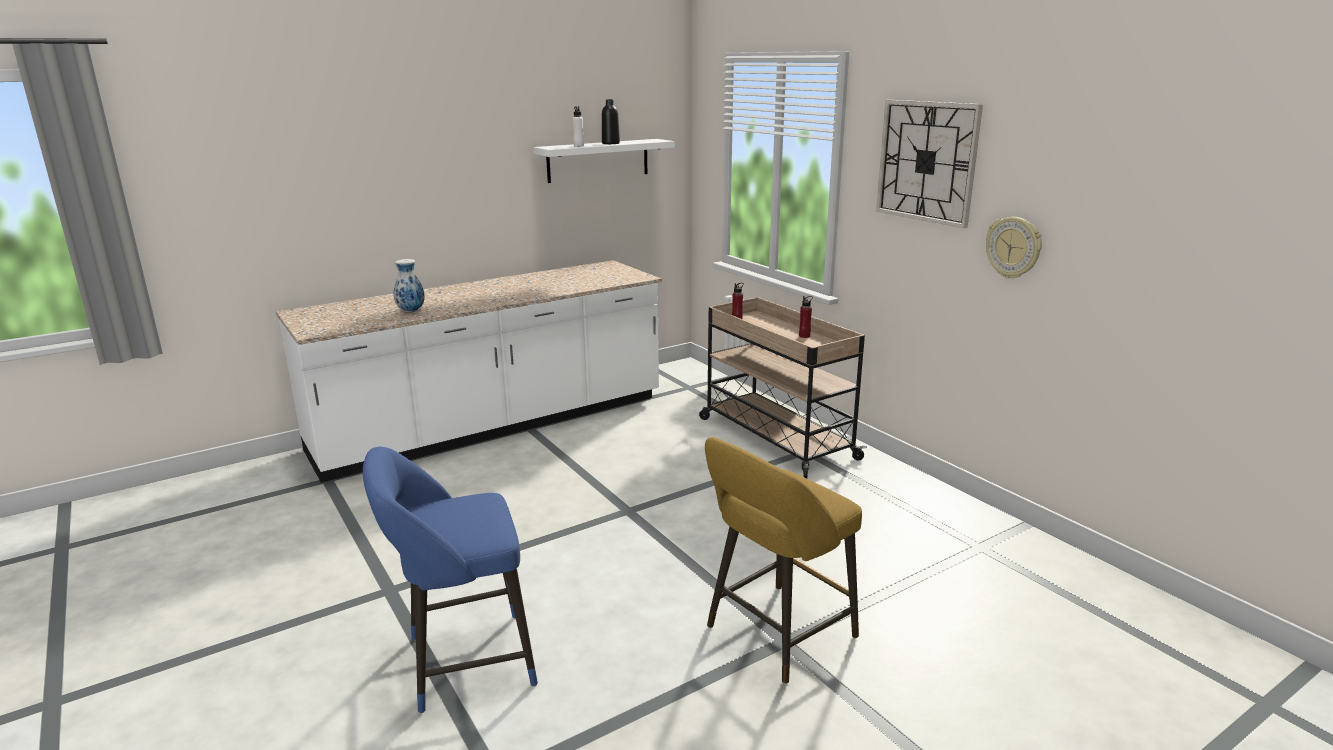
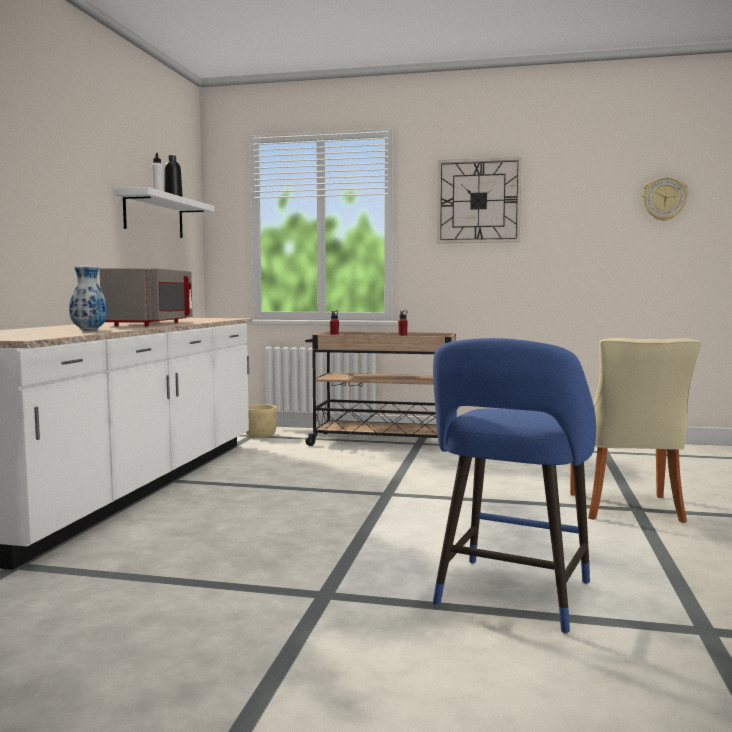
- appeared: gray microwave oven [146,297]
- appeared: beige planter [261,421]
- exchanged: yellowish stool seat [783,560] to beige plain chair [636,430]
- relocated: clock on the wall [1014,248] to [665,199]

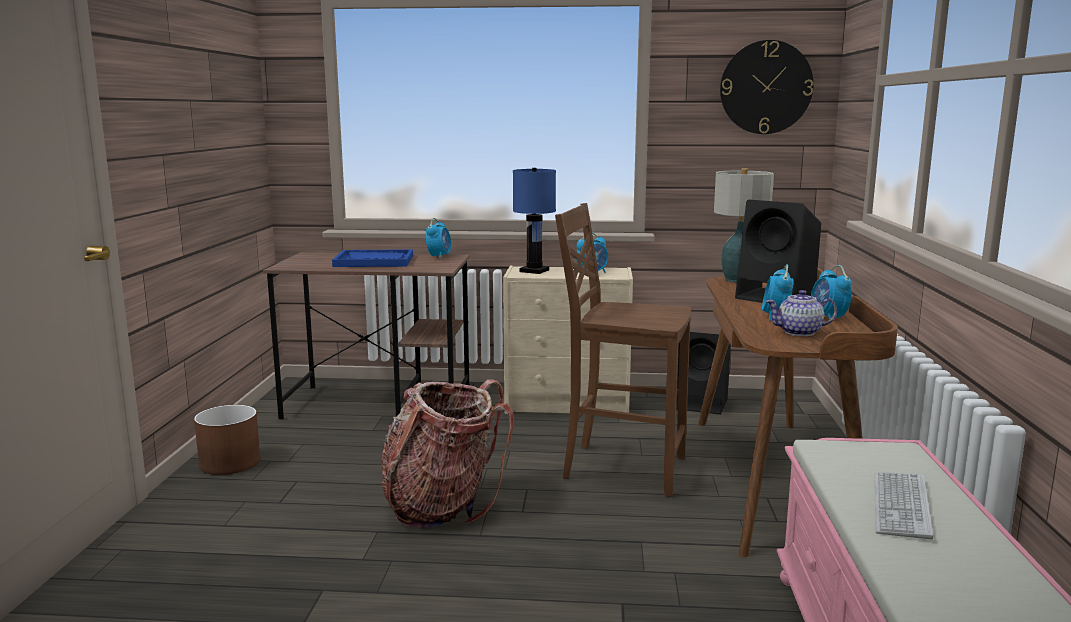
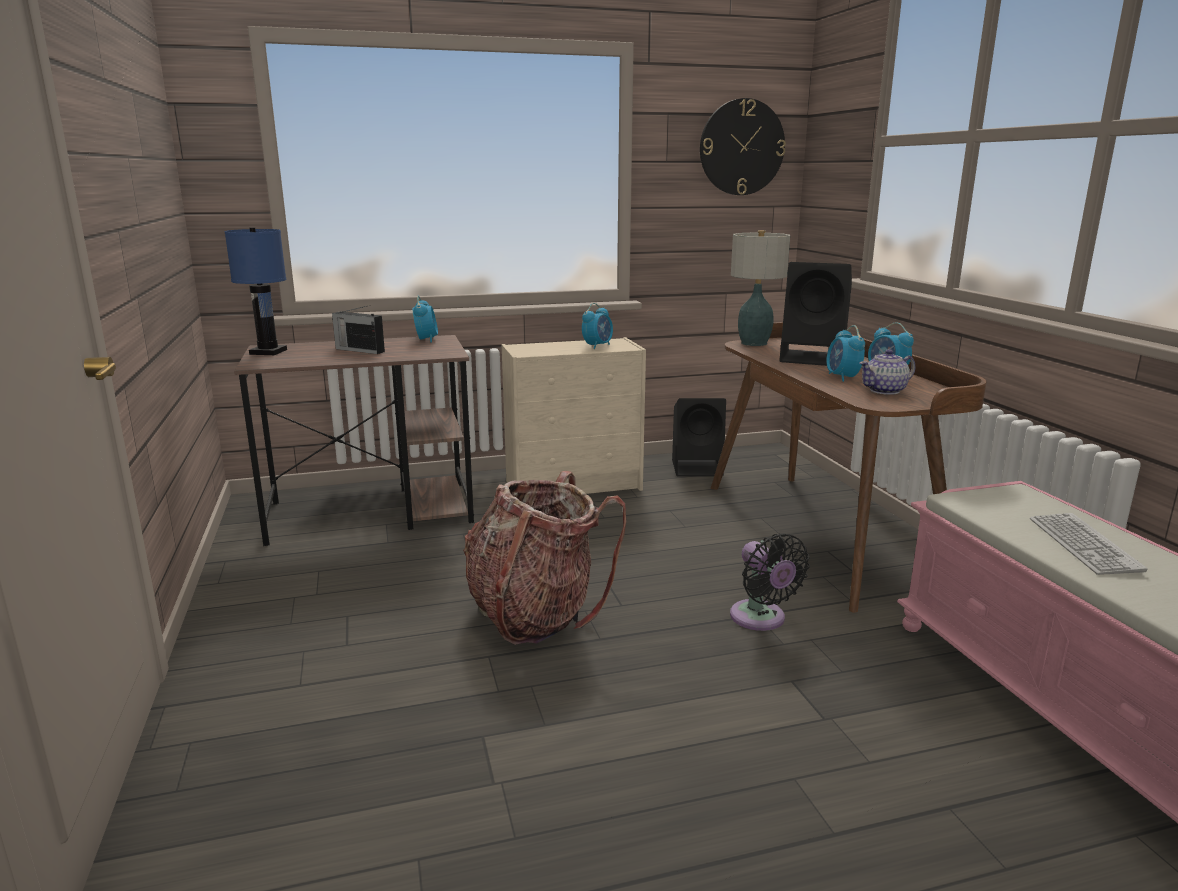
- relocated: blue tabletop lamp [534,221] to [255,291]
- exchanged: blue carrying tray [372,258] to radio set [358,329]
- appeared: black fan [770,582]
- missing: brownish planter [227,440]
- missing: brownish plain chair [623,350]

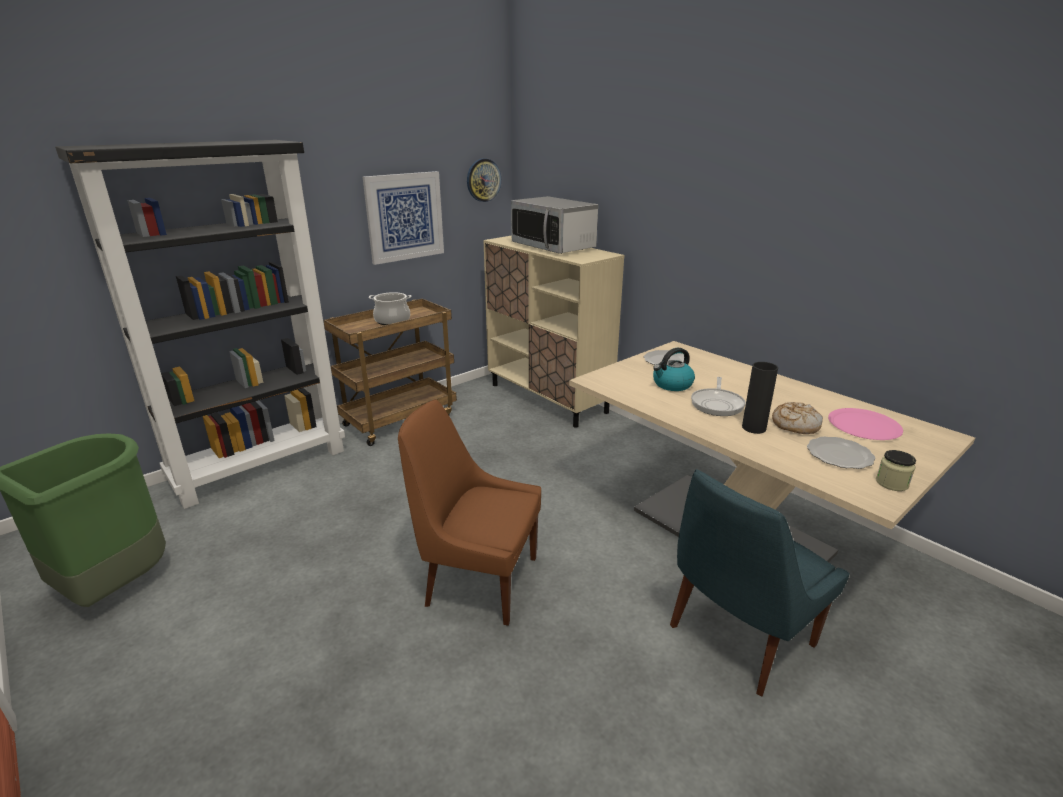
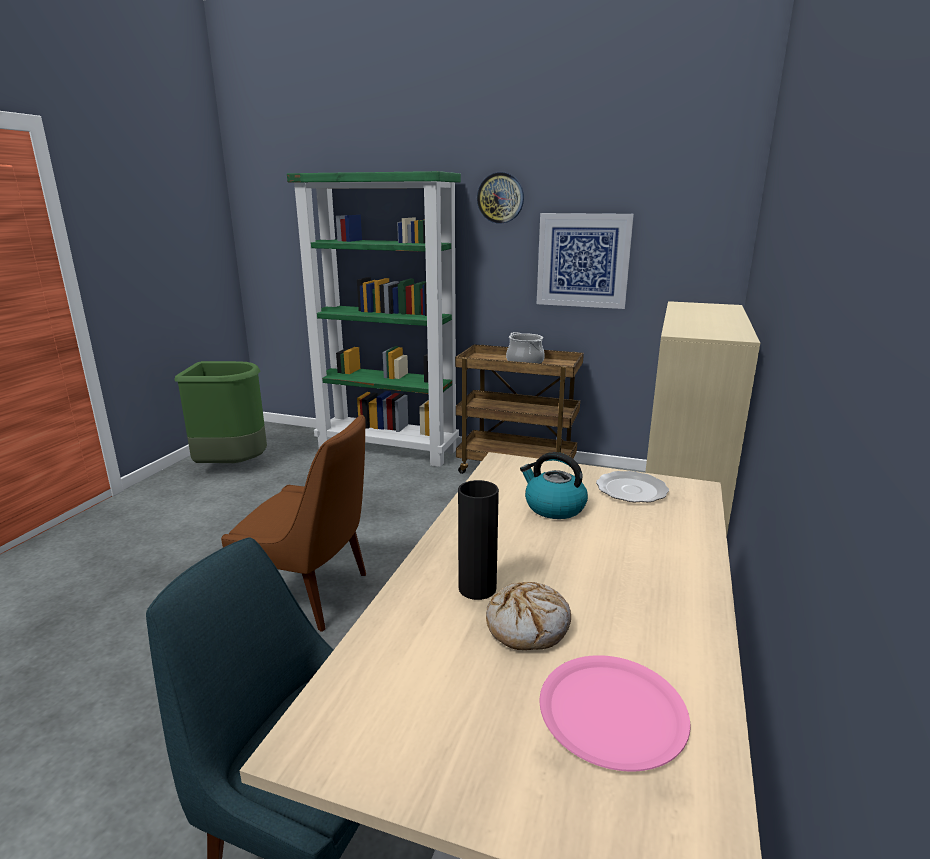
- spun: brownish plain chair [469,512] = [293,523] 120 degrees clockwise
- colour: black bookcase [200,324] to greenish bookcase [374,319]
- relocated: clock on the wall [484,180] to [500,197]
- missing: microwave oven [554,225]
- missing: skillet [718,396]
- missing: plate [841,452]
- missing: jar [896,470]

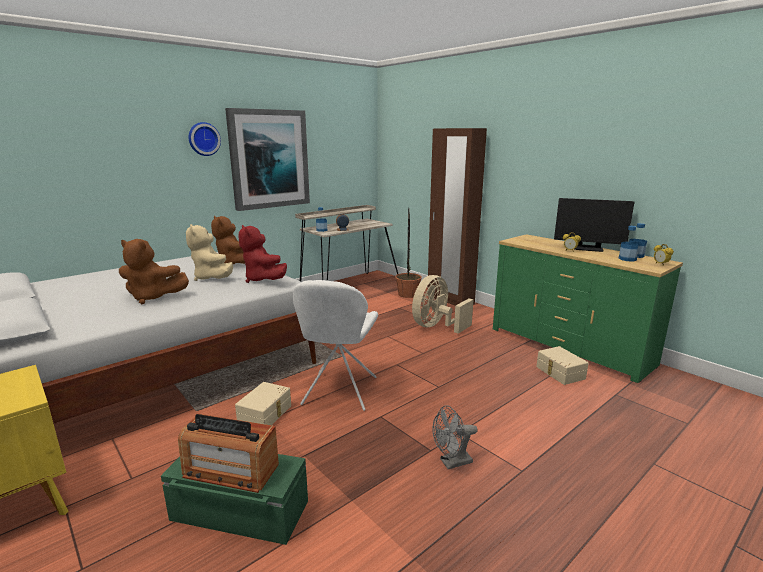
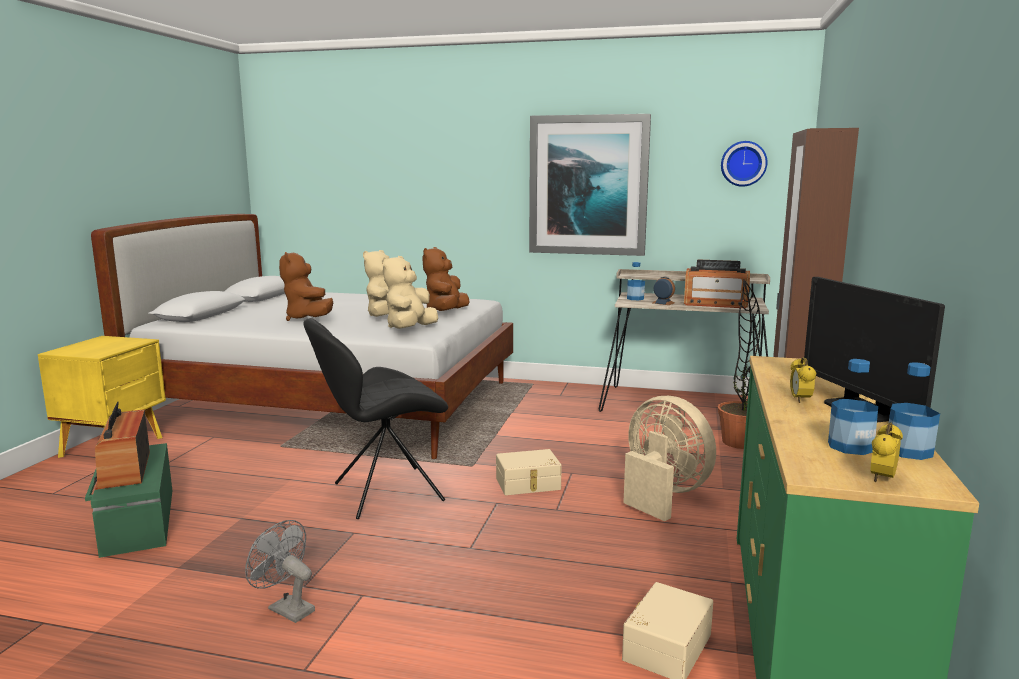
- colour: whitish plain chair [335,345] to black plain chair [376,418]
- colour: red plush toy [262,254] to beige plush toy [410,292]
- relocated: beige storage box [263,403] to [529,472]
- spun: beige fan [442,304] = [669,458] 45 degrees clockwise
- appeared: radio set [717,283]
- relocated: clock on the wall [204,139] to [744,164]

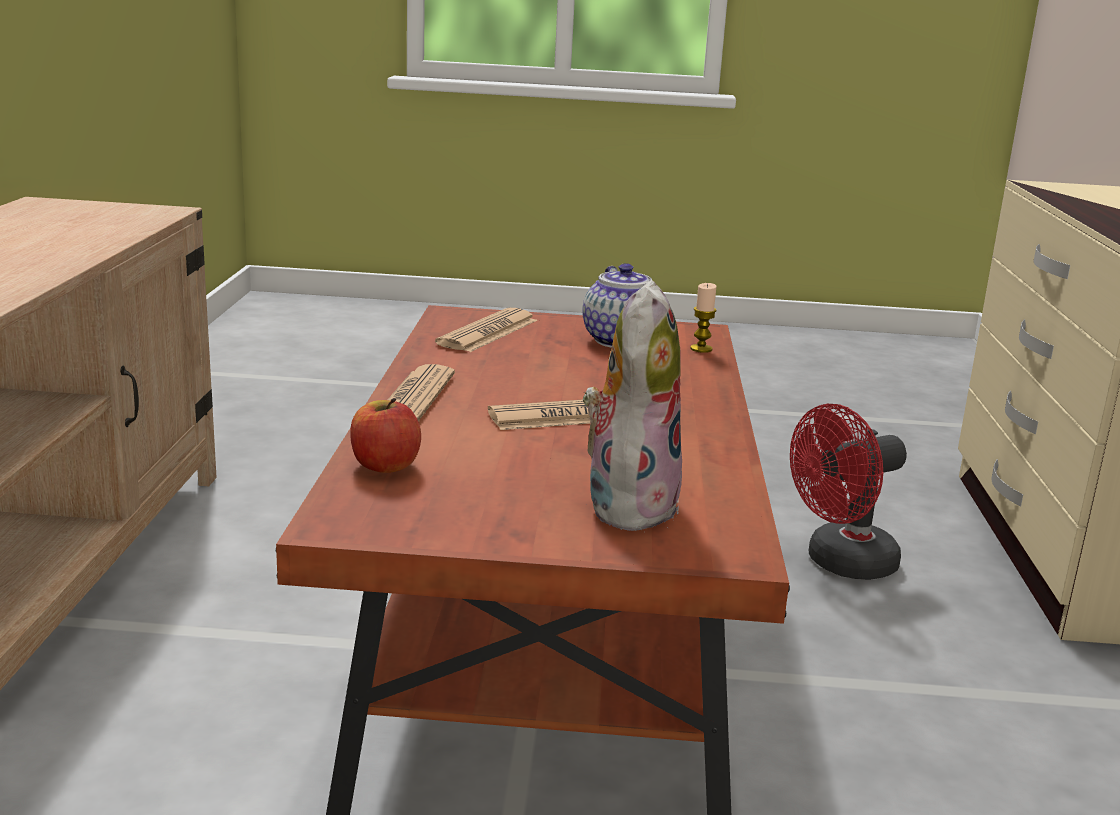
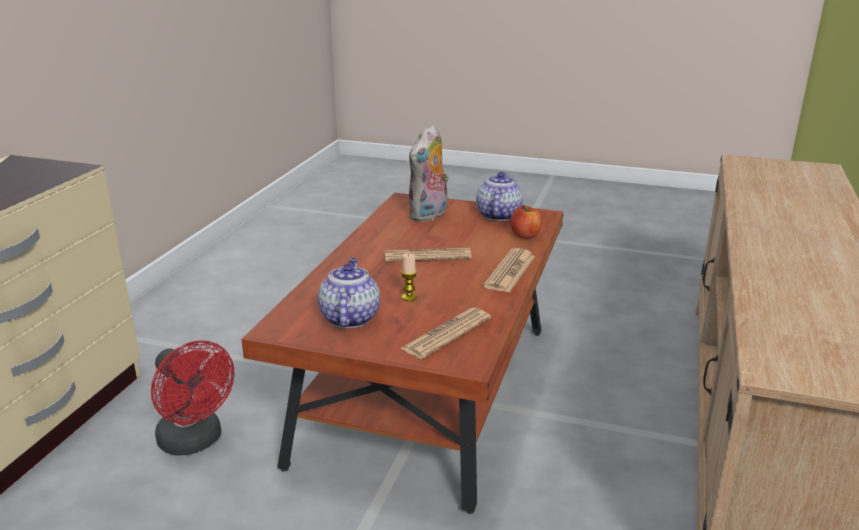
- spun: red fan [848,492] = [192,398] 60 degrees clockwise
- relocated: wax candle [703,318] to [409,277]
- appeared: tea pot [499,196]

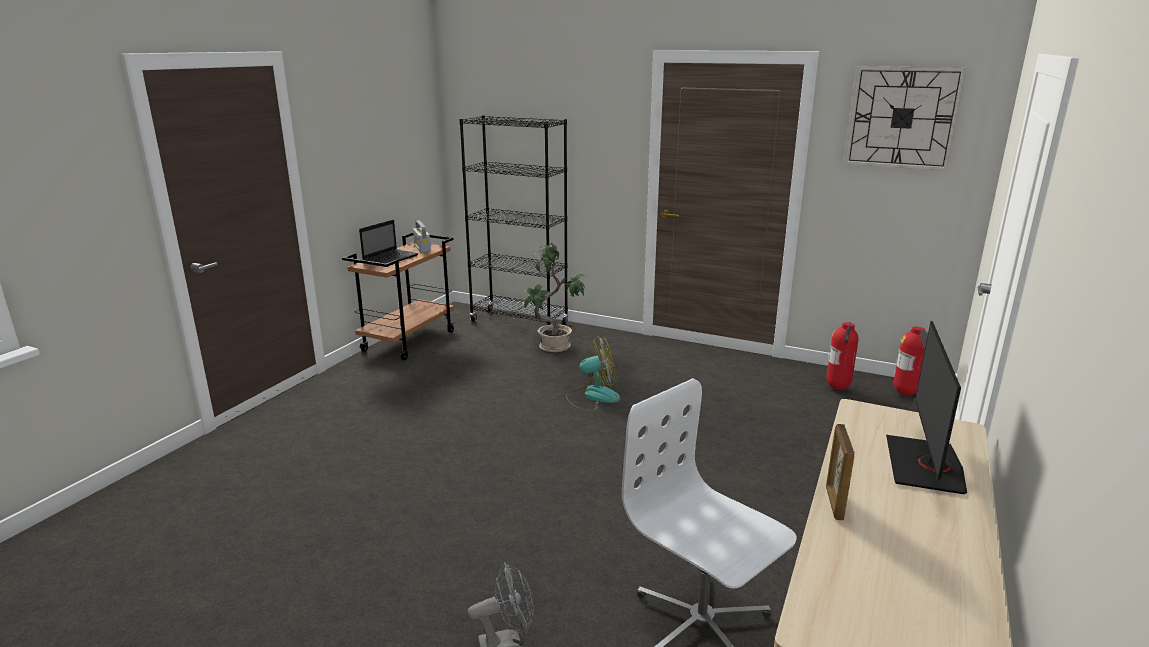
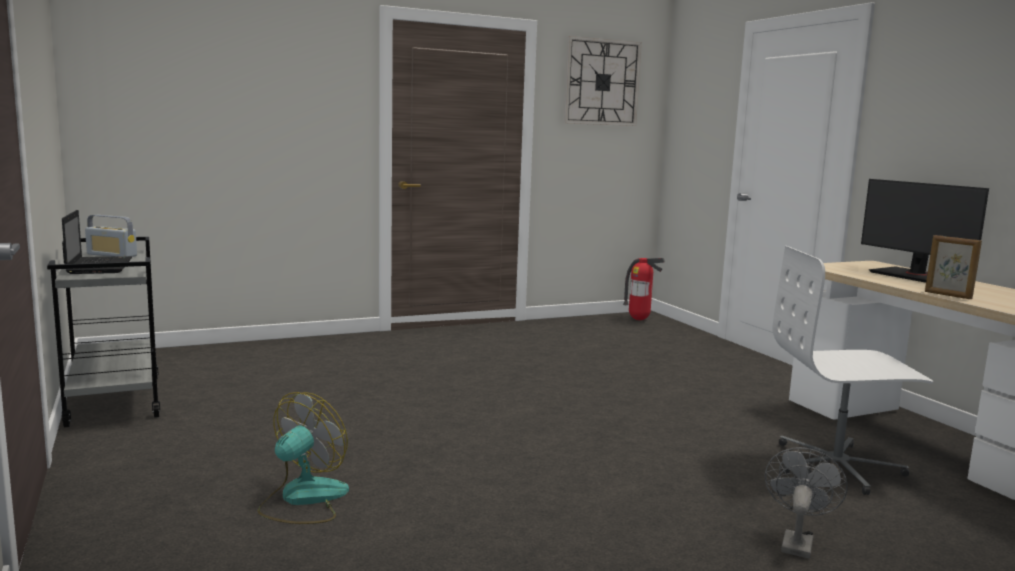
- colour: brownish cart [398,296] to gray cart [103,332]
- relocated: fan [593,374] to [303,458]
- missing: black bookcase [514,220]
- missing: houseplant [554,297]
- missing: fire-fighting cylinder [842,356]

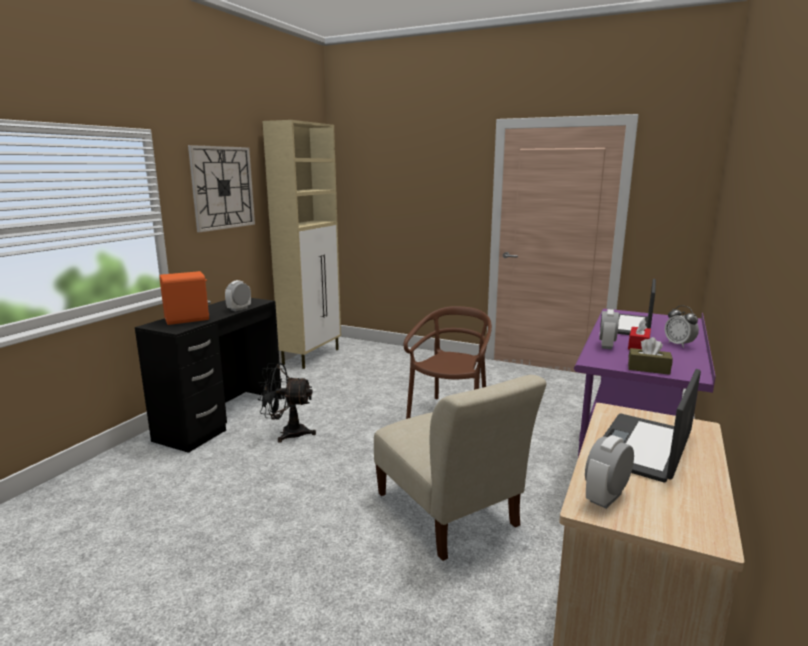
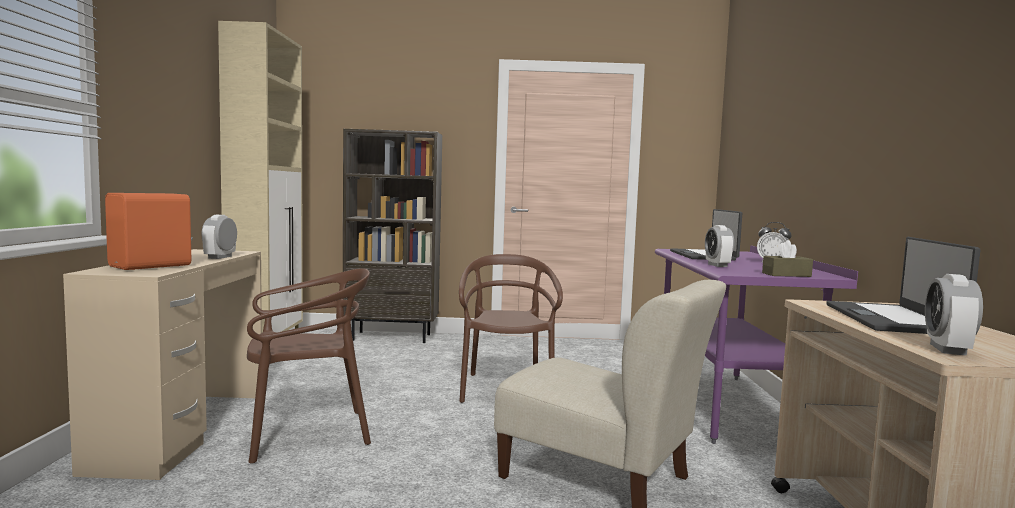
- colour: black desk unit [208,375] to beige desk unit [162,364]
- exchanged: black fan [287,403] to brownish plain chair [309,366]
- appeared: brownish bookcase [392,236]
- missing: clock on the wall [221,188]
- missing: red box of tissues [639,334]

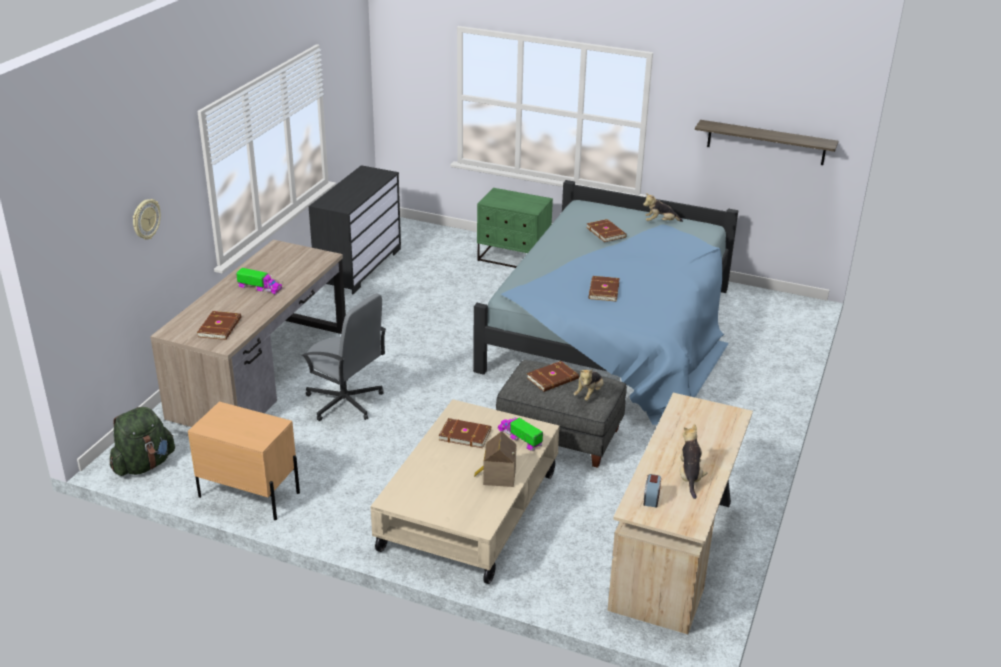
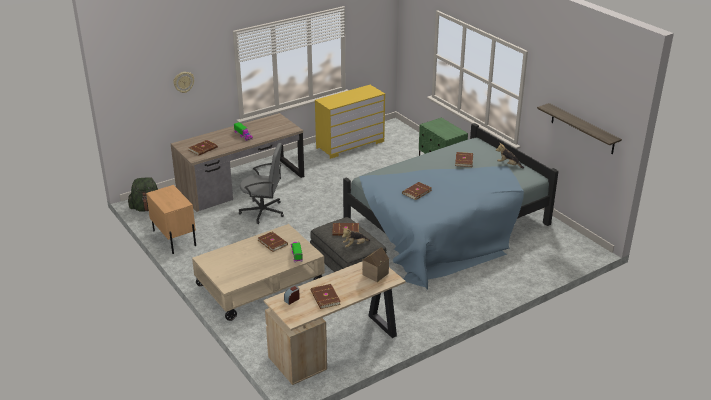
- spun: gray computer chair [344,357] = [261,183] 60 degrees counterclockwise
- exchanged: plush toy [693,461] to brownish bound book [326,296]
- colour: black dresser [355,229] to yellowish dresser [350,122]
- relocated: model house [495,459] to [375,264]

